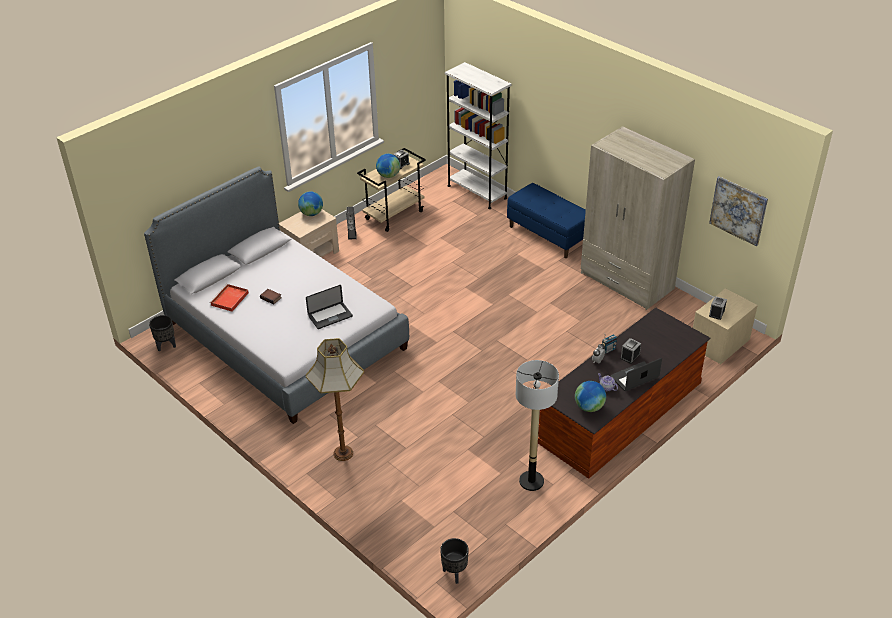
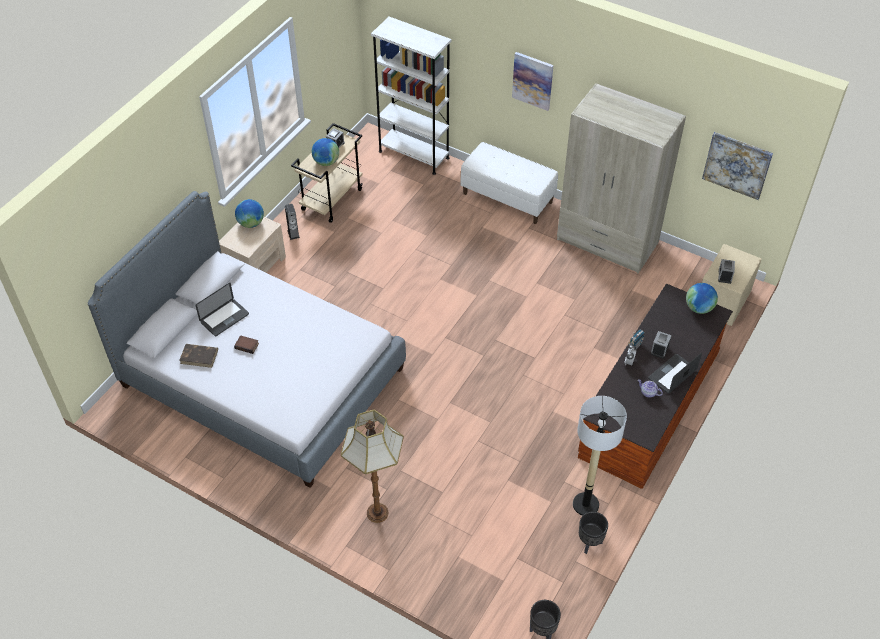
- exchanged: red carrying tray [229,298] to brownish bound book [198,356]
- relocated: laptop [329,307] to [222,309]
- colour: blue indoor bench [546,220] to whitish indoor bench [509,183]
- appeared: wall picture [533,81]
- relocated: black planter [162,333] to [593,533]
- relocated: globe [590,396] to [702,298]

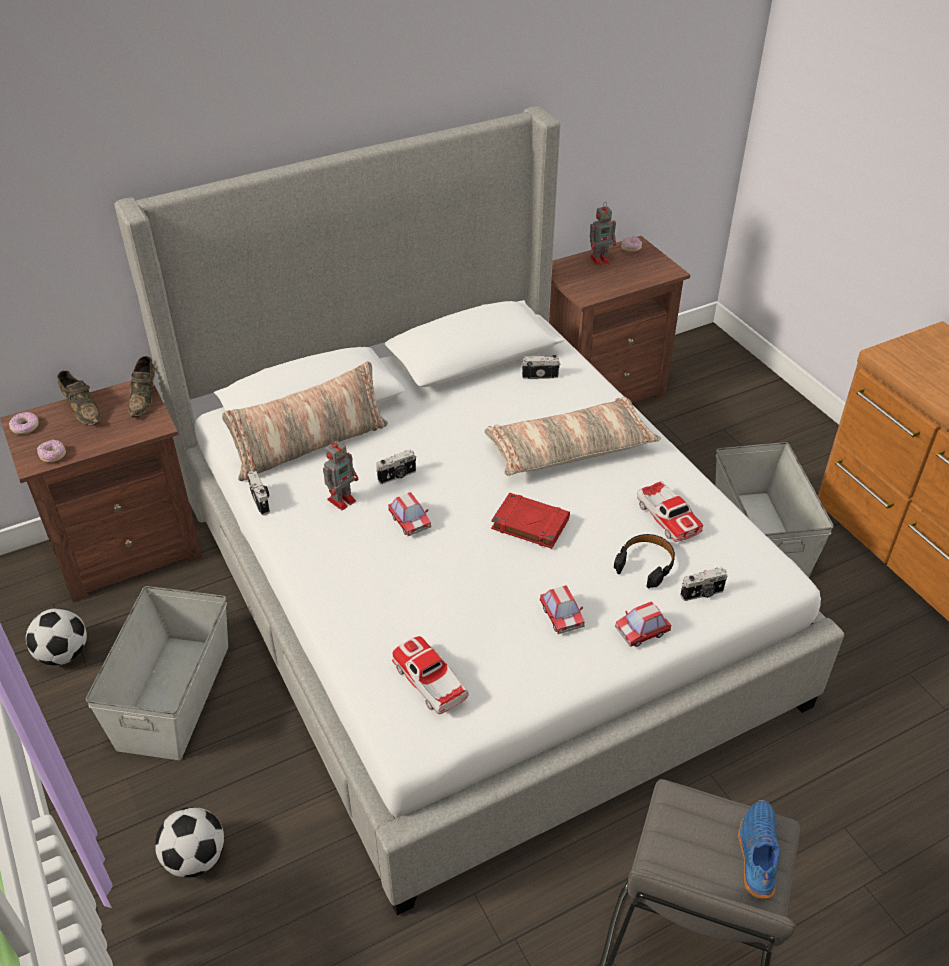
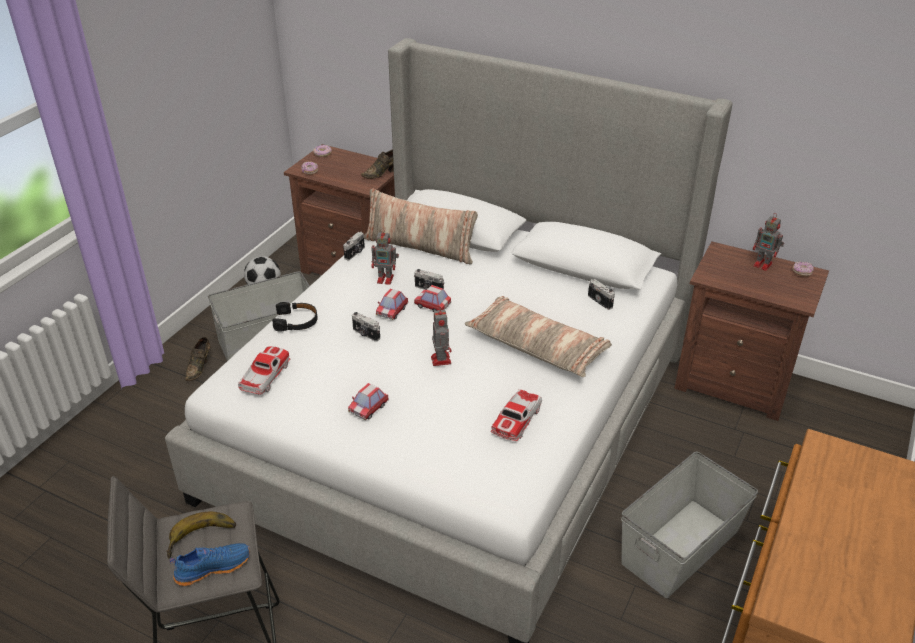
- appeared: banana [201,535]
- relocated: brownish low shoe [79,397] to [198,359]
- relocated: black headphones [644,561] to [295,316]
- relocated: photo camera [703,584] to [366,327]
- relocated: toy car [643,624] to [432,298]
- exchanged: red bound book [530,521] to model robot [441,336]
- missing: football [189,842]

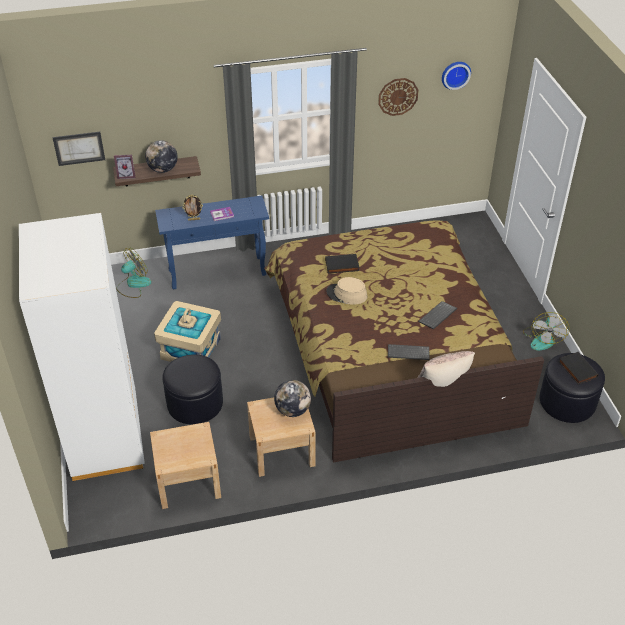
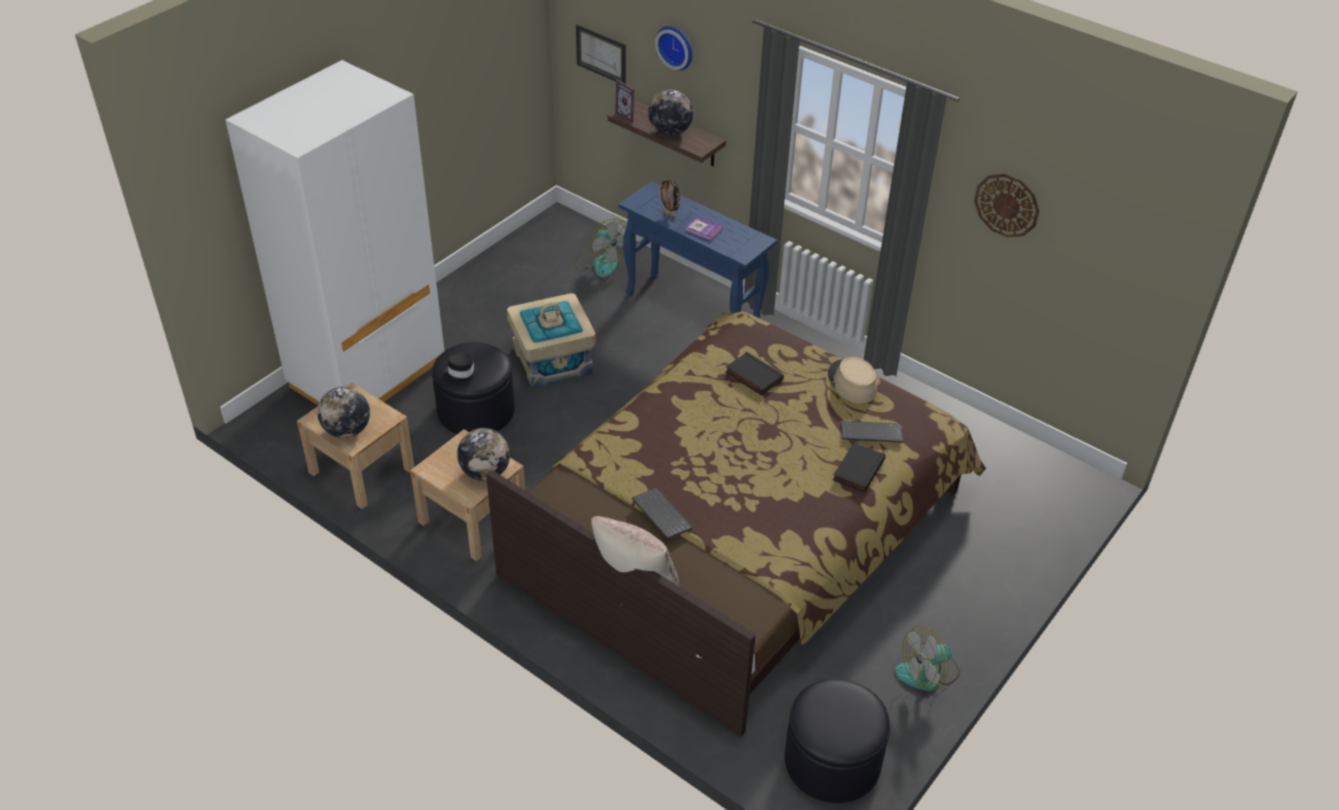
- appeared: globe [343,412]
- appeared: black wearable hat [461,366]
- spun: fan [134,273] = [600,248] 45 degrees clockwise
- relocated: clock on the wall [456,76] to [673,48]
- relocated: beige wearable hat [347,291] to [852,380]
- relocated: black bound book [578,368] to [859,467]
- relocated: computer keyboard [437,315] to [872,432]

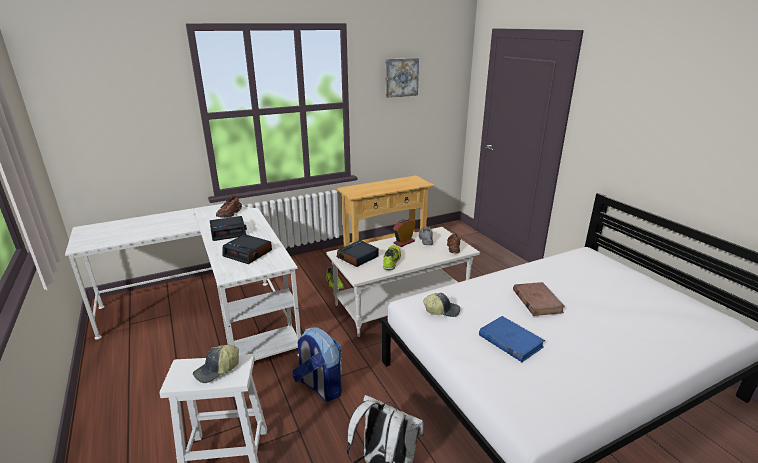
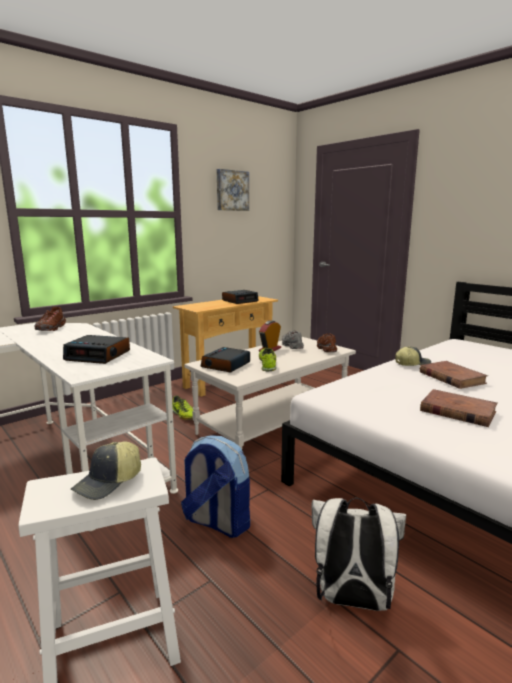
- relocated: alarm clock [228,228] to [240,297]
- relocated: cap [441,305] to [413,356]
- colour: blue bound book [512,339] to brownish bound book [459,408]

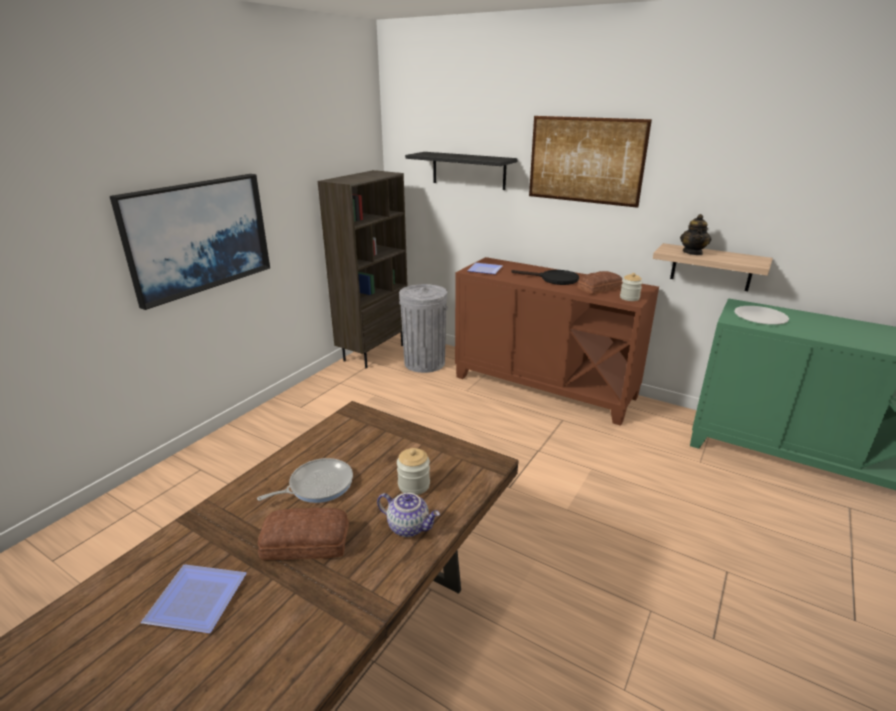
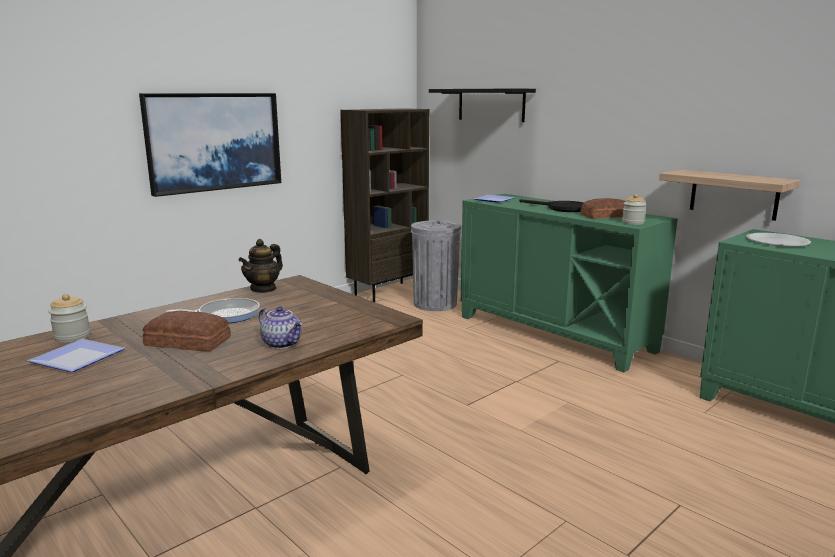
- relocated: jar [413,471] to [70,318]
- relocated: tea pot [695,234] to [261,266]
- colour: brownish cabinet [557,341] to greenish cabinet [569,283]
- missing: wall picture [590,162]

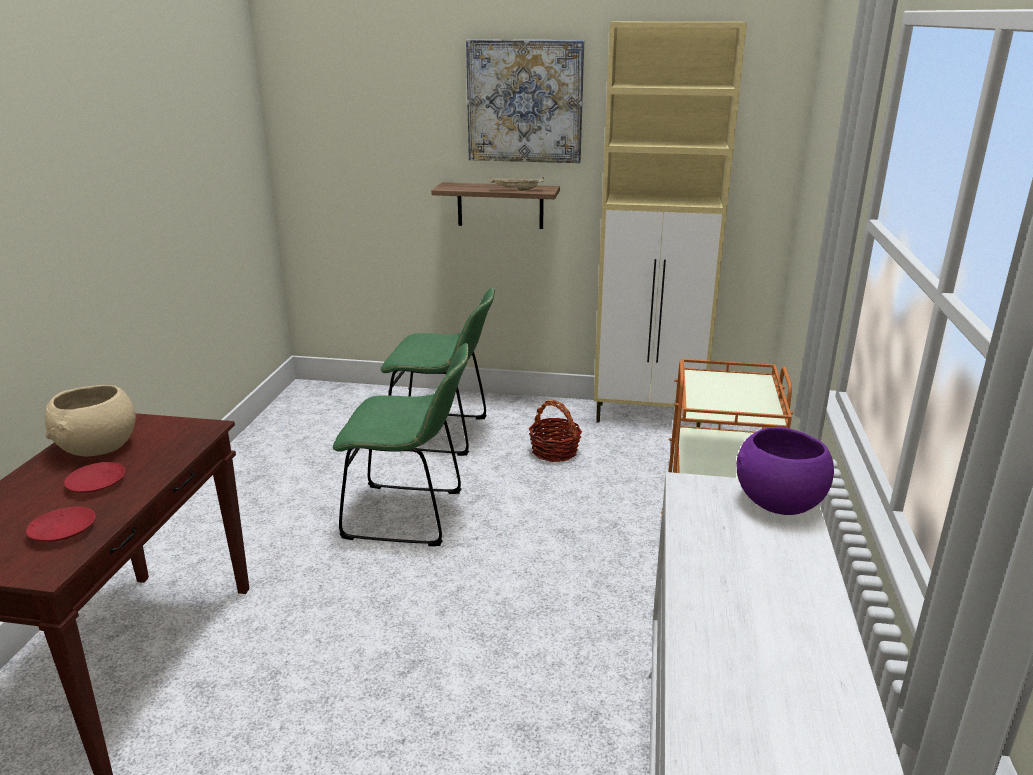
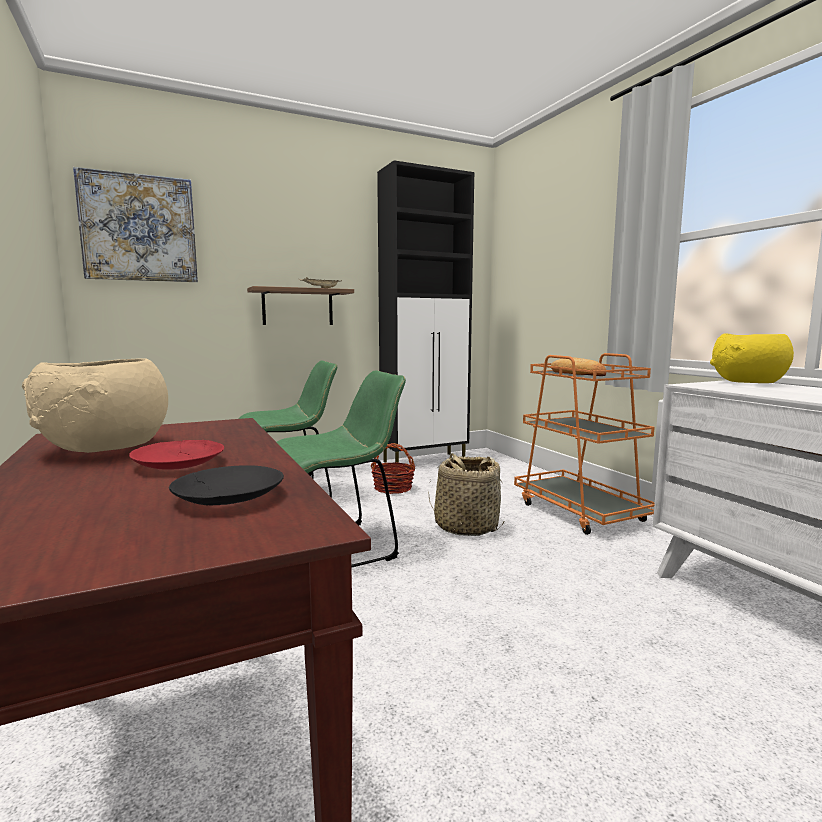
- relocated: wall picture [525,101] to [135,224]
- colour: red plate [61,524] to black plate [226,485]
- colour: beige cabinet [670,224] to black cabinet [425,311]
- appeared: storage basket [466,494]
- appeared: bakery bread [578,366]
- colour: purplish bowl [785,471] to yellowish bowl [752,358]

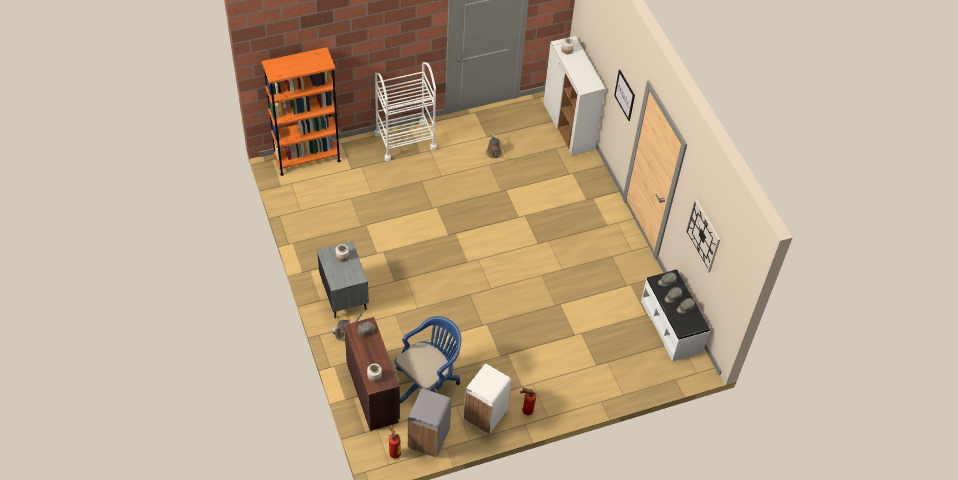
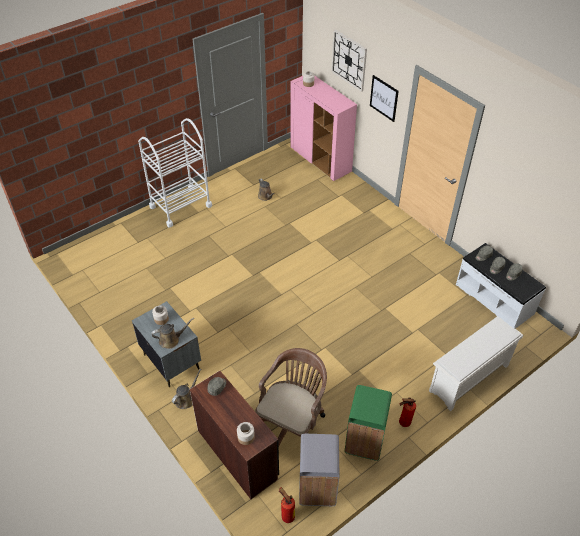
- appeared: brownish watering pot [173,333]
- colour: blue computer chair [428,359] to brownish computer chair [291,396]
- colour: whitish cabinet [574,95] to pink cabinet [324,128]
- relocated: clock on the wall [702,236] to [349,60]
- colour: whitish rubbish bin [487,399] to greenish rubbish bin [368,423]
- appeared: whitish shoe stand [476,363]
- missing: orange bookcase [301,111]

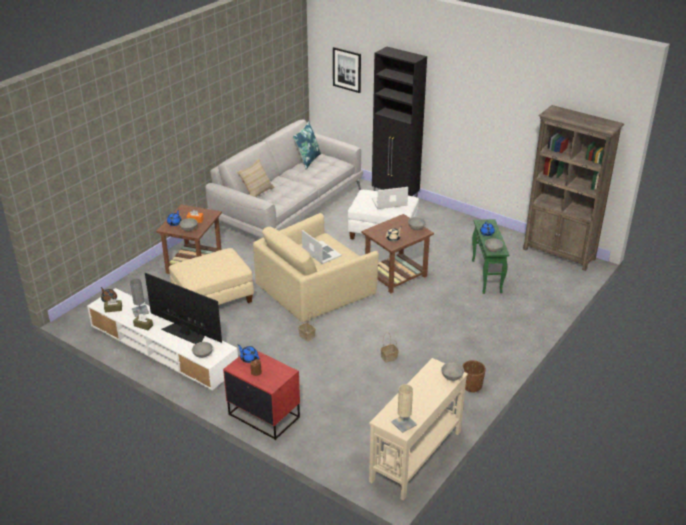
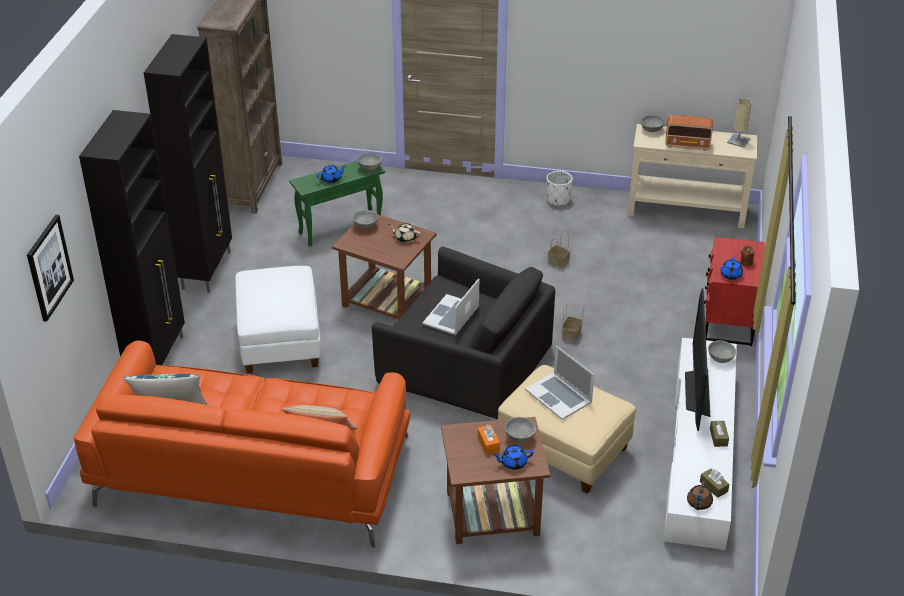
- colour: gray settee [284,179] to orange settee [241,444]
- appeared: black cabinet [188,163]
- colour: beige armchair [316,267] to black armchair [463,332]
- relocated: laptop [390,198] to [559,382]
- colour: brownish planter [474,376] to whitish planter [560,188]
- appeared: radio set [689,132]
- missing: gray tabletop lamp [139,298]

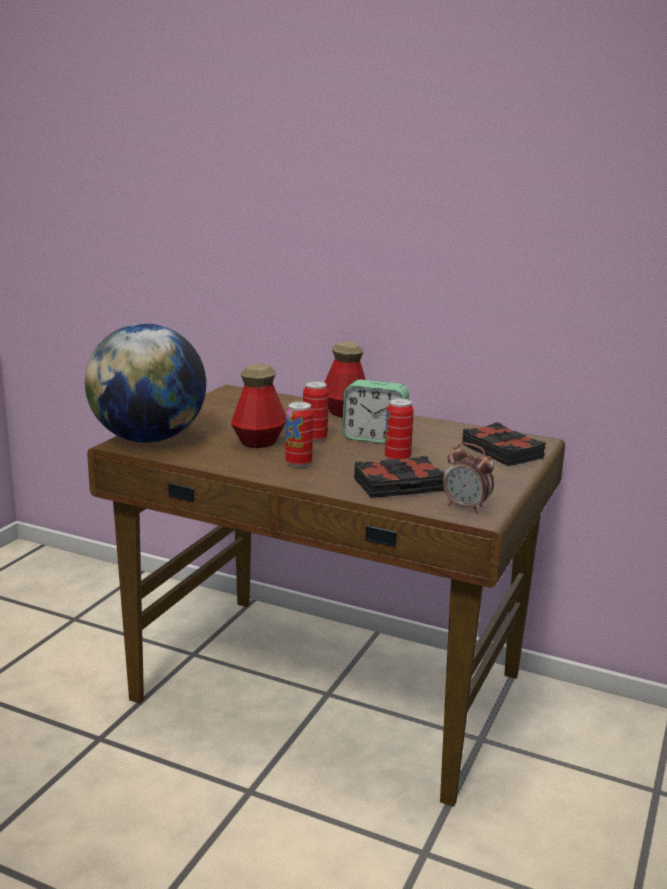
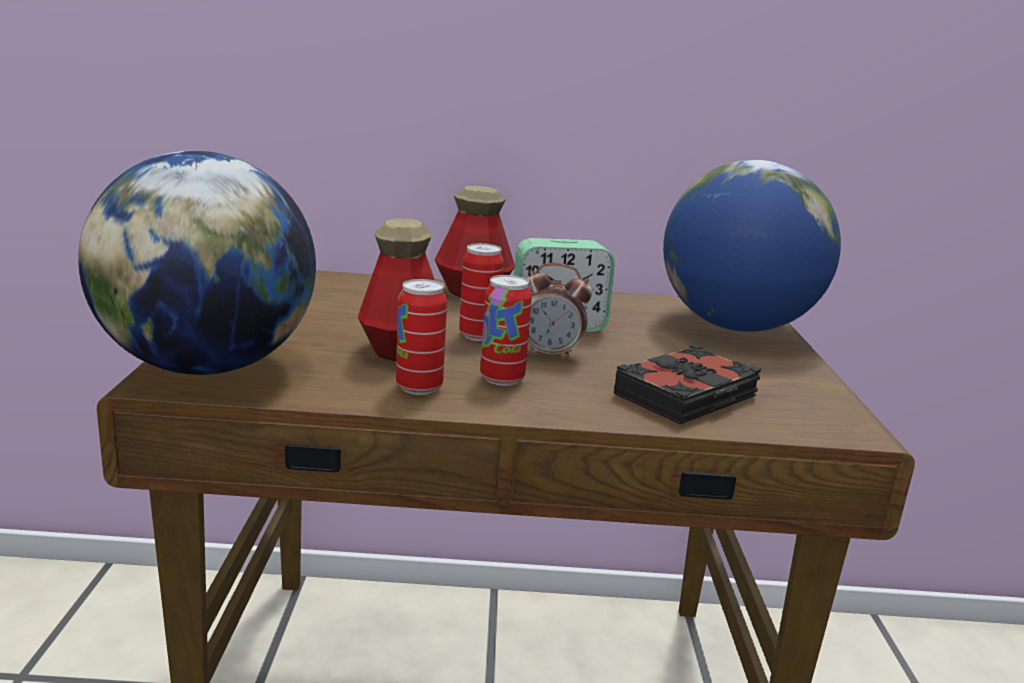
- relocated: can [399,429] to [421,337]
- relocated: alarm clock [468,478] to [559,312]
- exchanged: black bound book [504,444] to globe [752,246]

